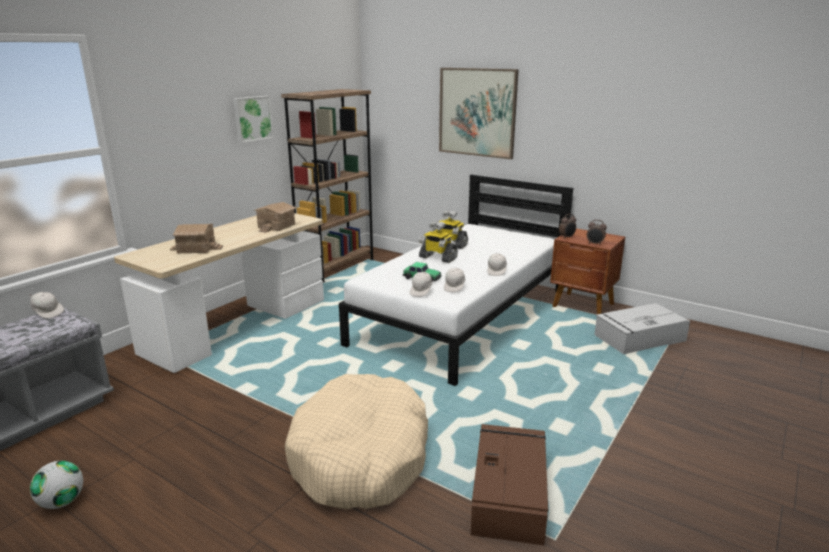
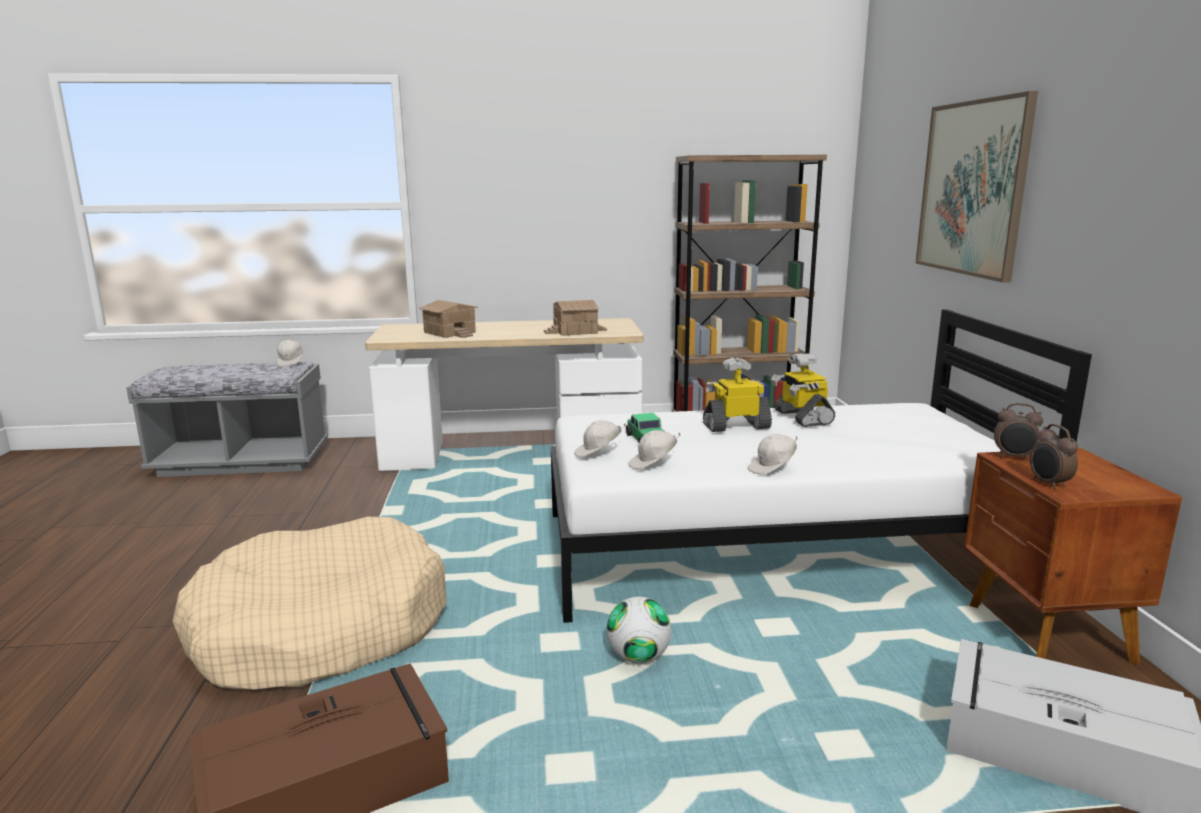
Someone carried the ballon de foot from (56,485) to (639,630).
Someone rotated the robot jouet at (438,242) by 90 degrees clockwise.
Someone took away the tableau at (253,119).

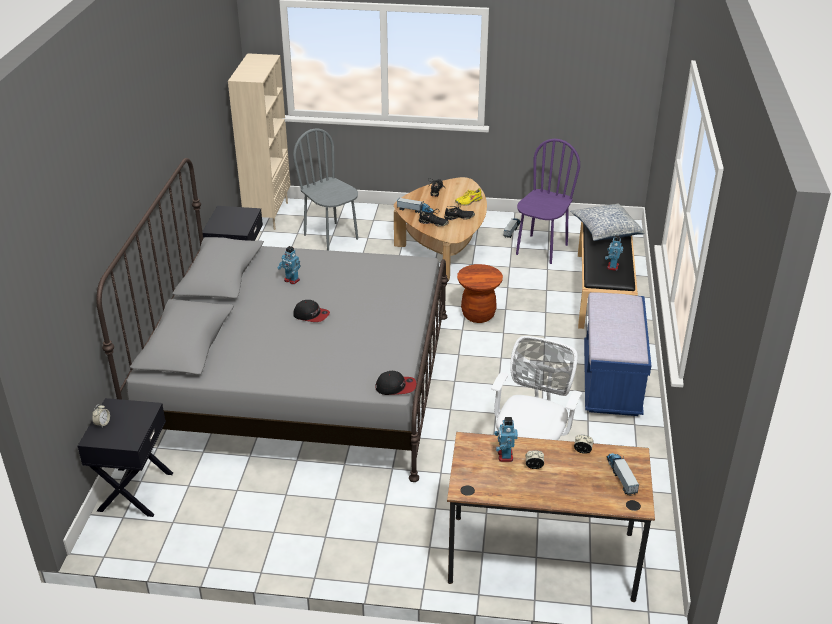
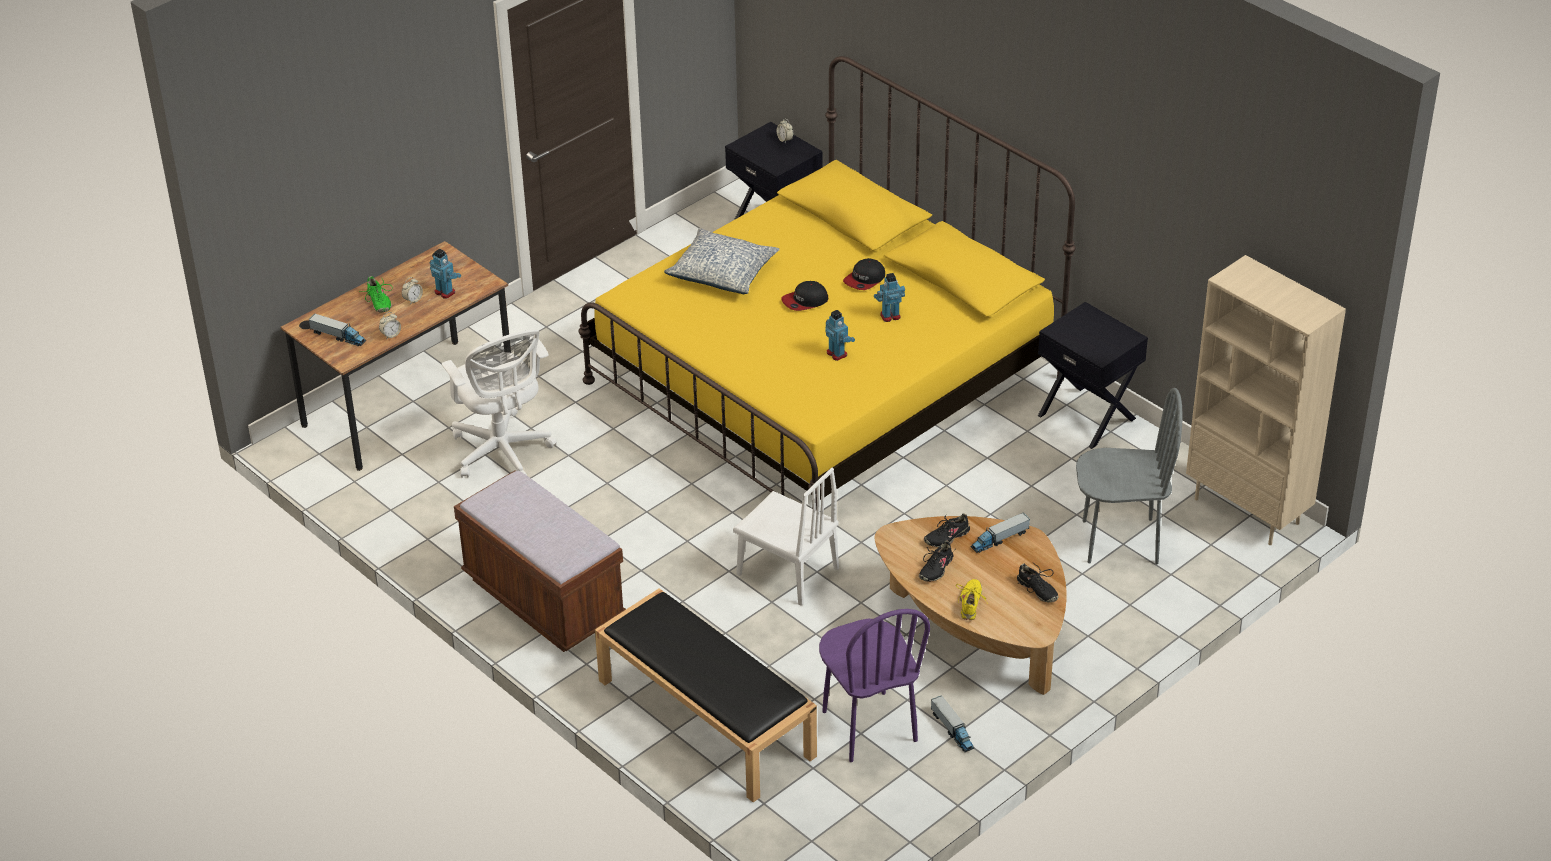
Someone put down the chaussure/vert at (376,294).
Someone repainted the banc/bleu at (617,354), which became the banc/marron at (540,561).
Someone repainted the lit/gris at (272,320), which became the lit/jaune at (827,283).
Someone carried the coussin from (607,222) to (722,261).
Someone swapped the tabouret/marron at (480,293) for the chaise/blanc at (786,537).
Someone carried the robot jouet from (614,253) to (840,335).
Someone carried the casquette from (395,383) to (864,274).

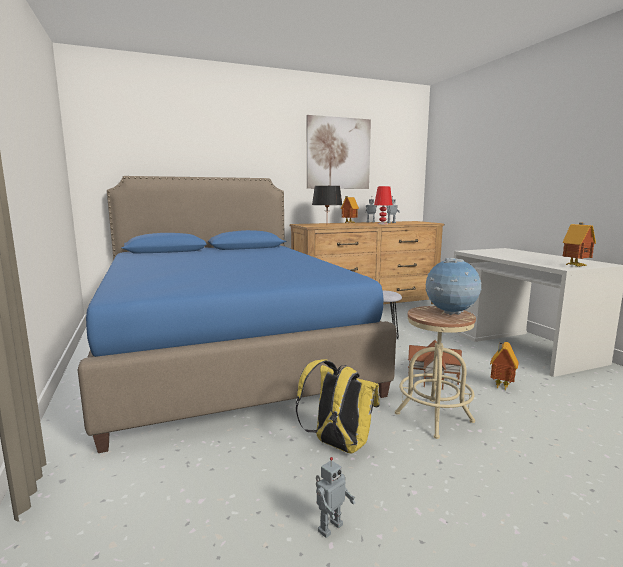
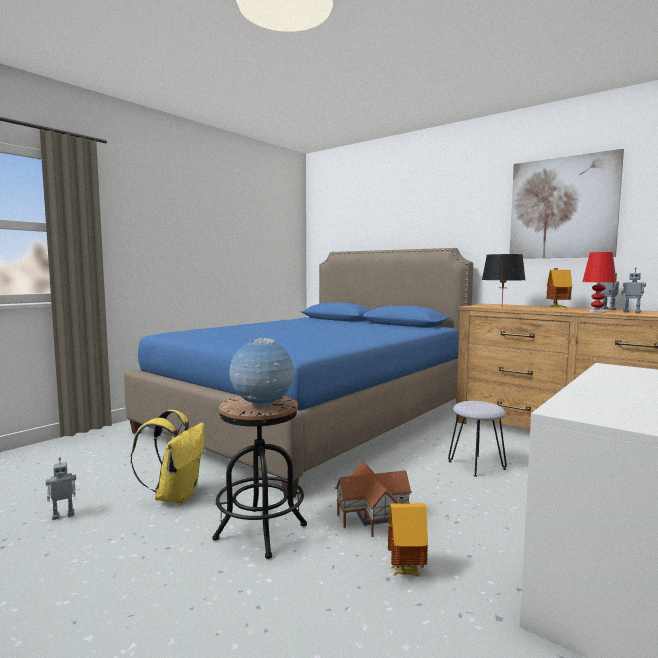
Someone rotated the robot jouet at (335,497) by 45 degrees counterclockwise.
Someone repainted the tabouret/beige at (435,372), which became the tabouret/noir at (260,477).
Someone took away the maison miniature at (579,244).

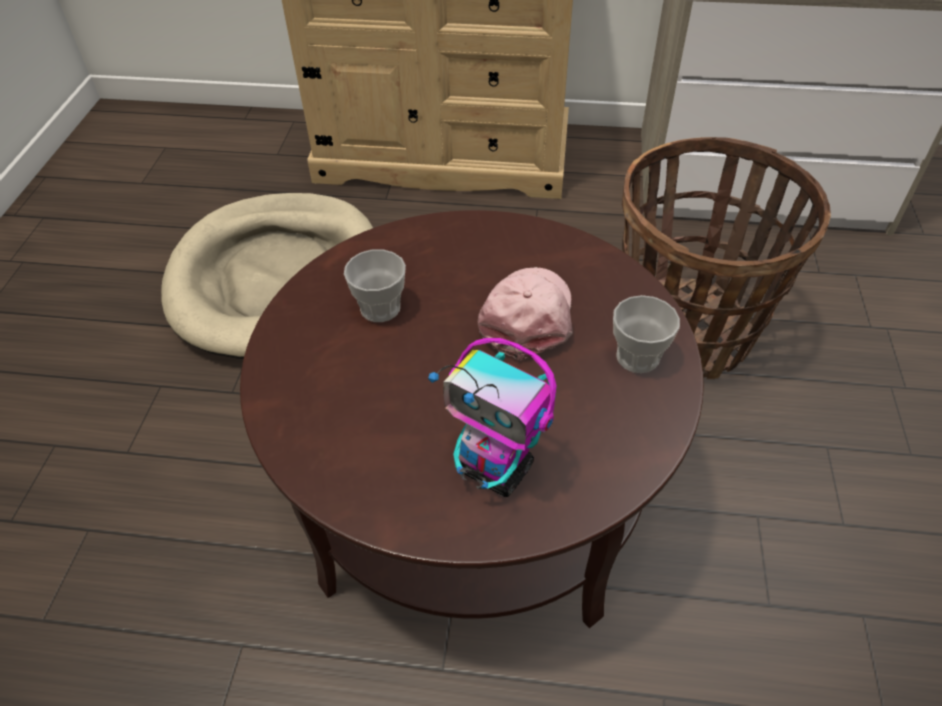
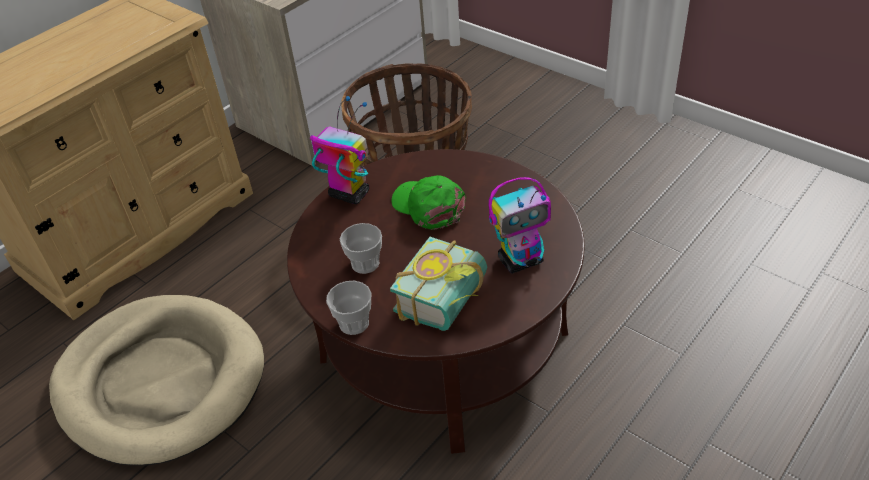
Someone put down the robot jouet at (339,150).
Someone carried the tasse from (646,334) to (348,308).
Someone put down the livre at (438,284).
Someone repainted the casquette/rose at (525,313), which became the casquette/vert at (428,202).

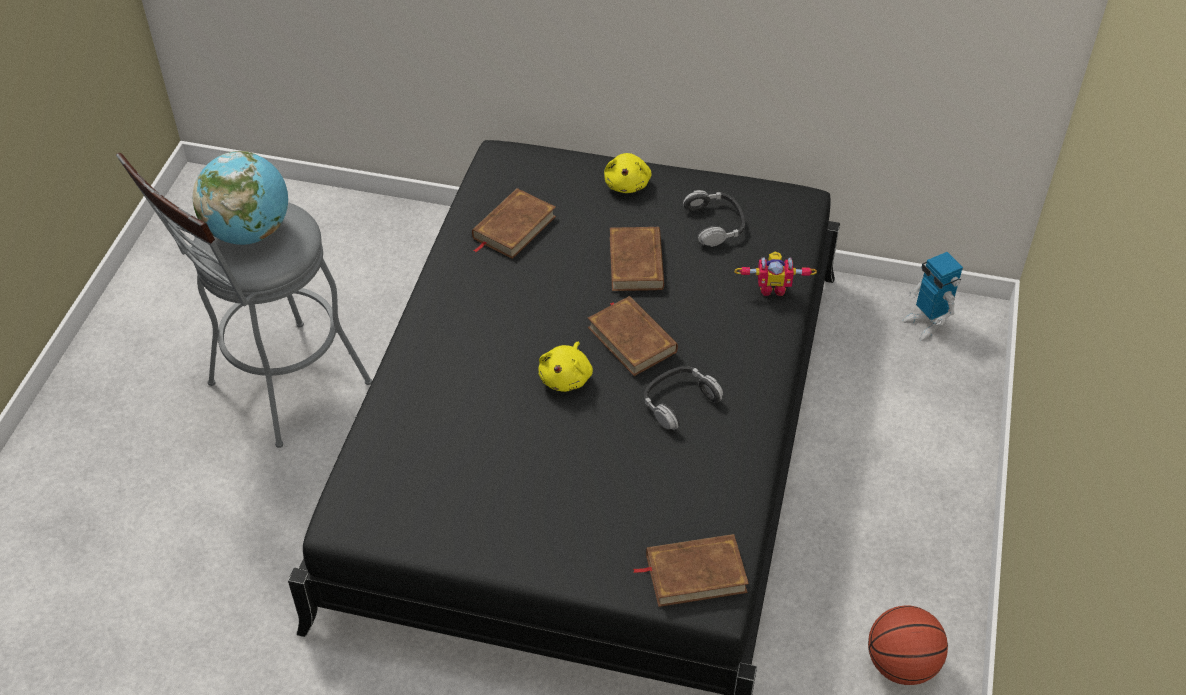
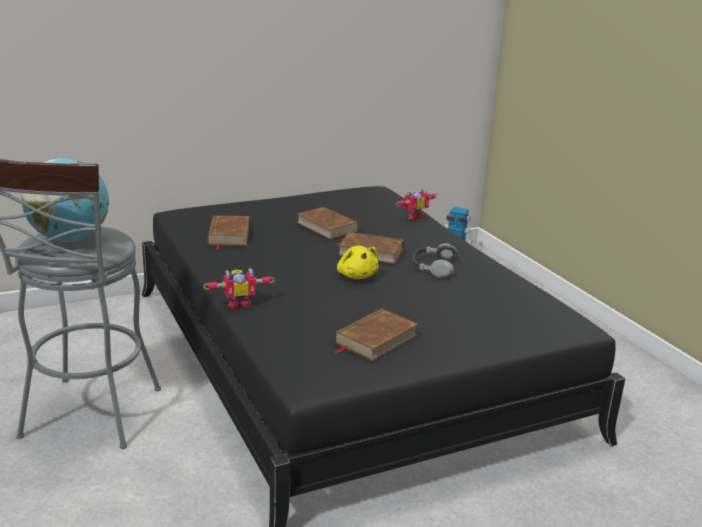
Someone put down the robot jouet at (239,288).
Someone carried the livre/marron from (691,570) to (376,335).
Someone took away the peluche/jaune at (628,173).
Someone took away the casque audio at (714,218).
Someone took away the ballon de basket at (908,645).

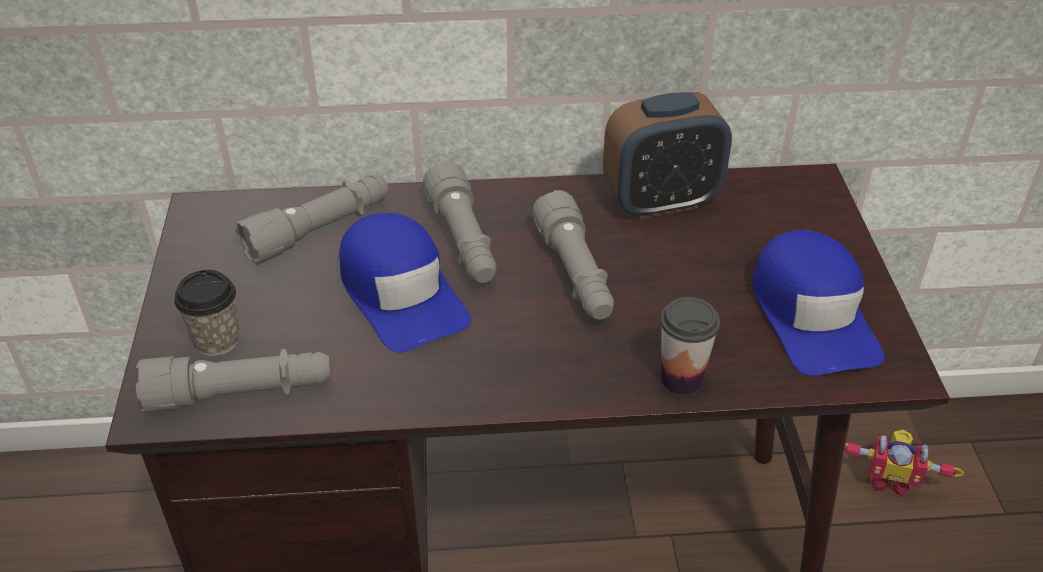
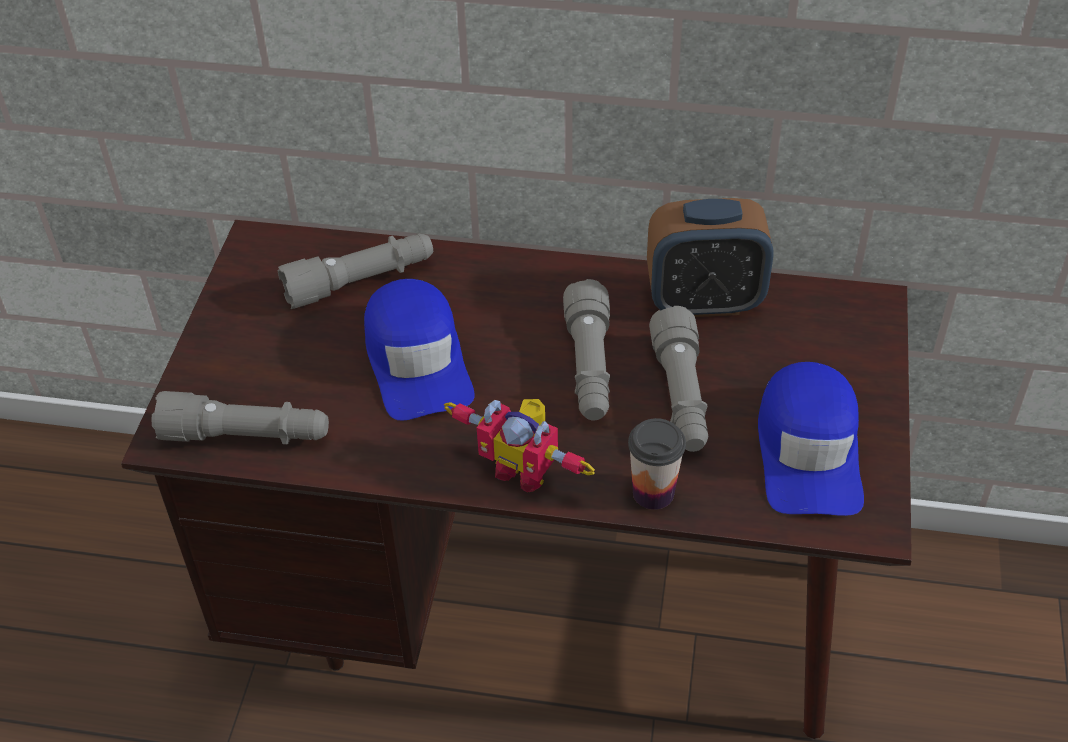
Someone carried the robot jouet from (904,463) to (519,446).
Someone carried the lampe de poche/gris from (460,222) to (678,379).
Someone took away the tasse at (207,313).

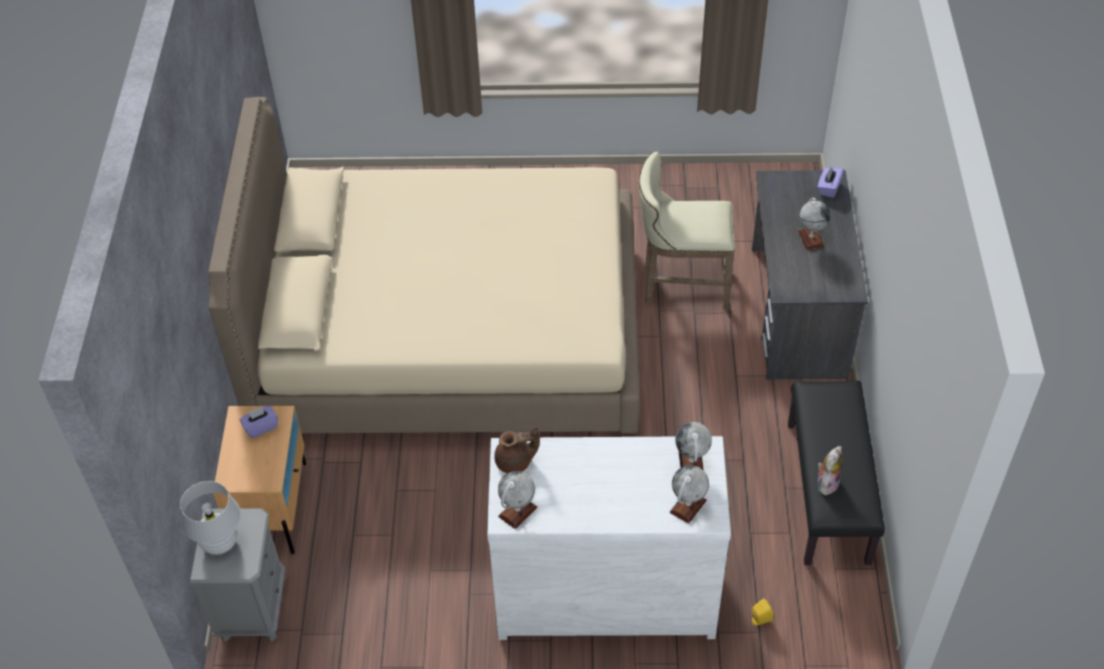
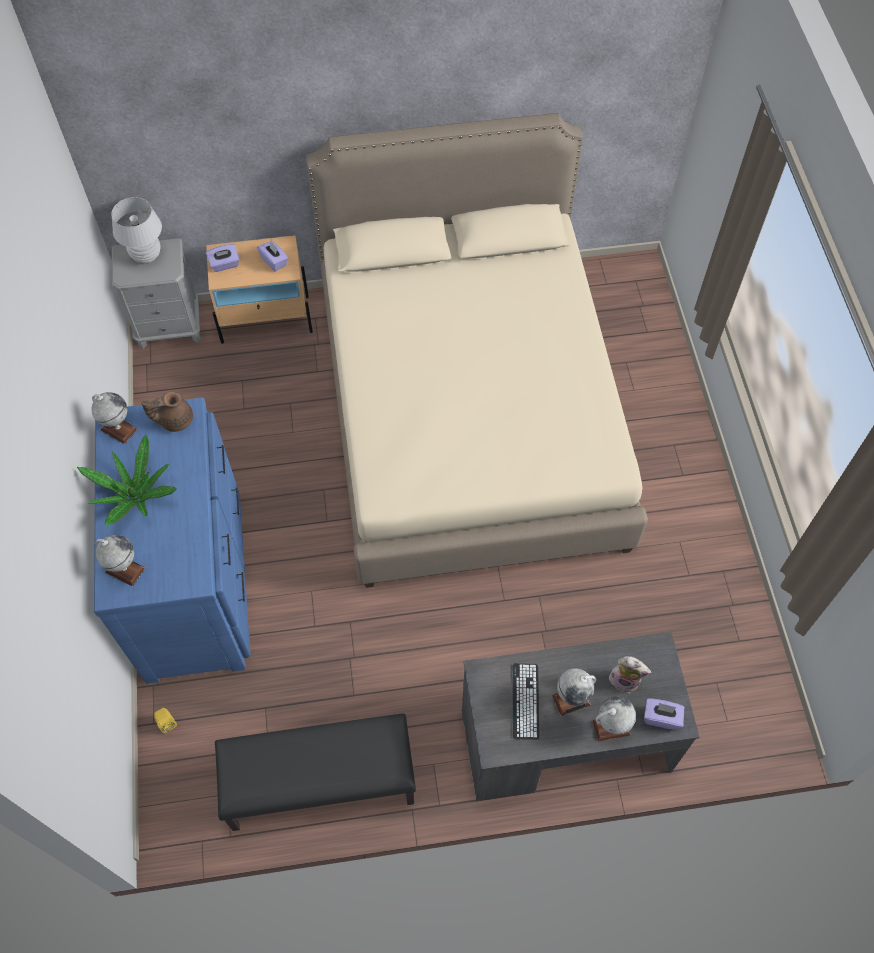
Someone put down the plante en pot at (127,479).
Someone repainted the commode/blanc at (609,538), which became the commode/bleu at (172,540).
Someone rotated the théière/marron at (517,450) by 90 degrees clockwise.
Someone put down the boîte à mouchoirs/violet at (223,258).
Someone put down the clavier at (526,701).
Someone carried the globe from (693,446) to (614,719).
Someone carried the peluche from (830,470) to (630,674).
Someone took away the tabouret/beige at (686,230).

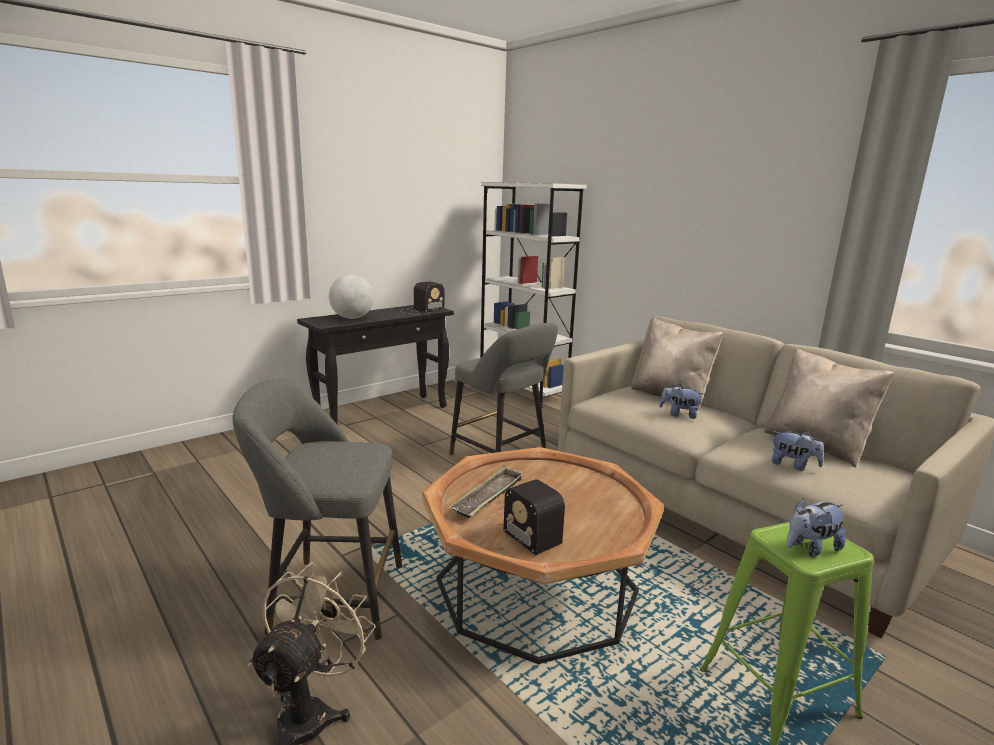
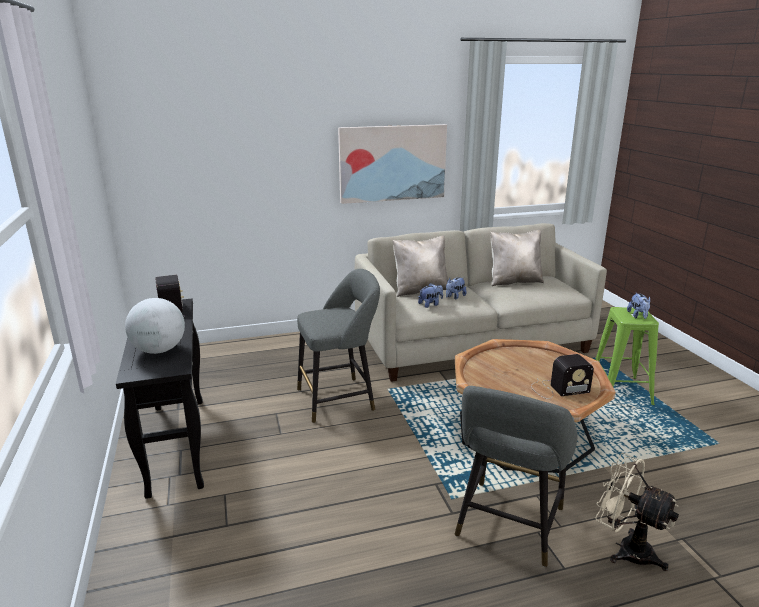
Someone put up the tableau at (392,164).
Someone carried the peluche from (798,451) to (430,295).
Someone took away the plateau at (486,492).
Someone took away the bibliothèque/blanc at (533,295).

